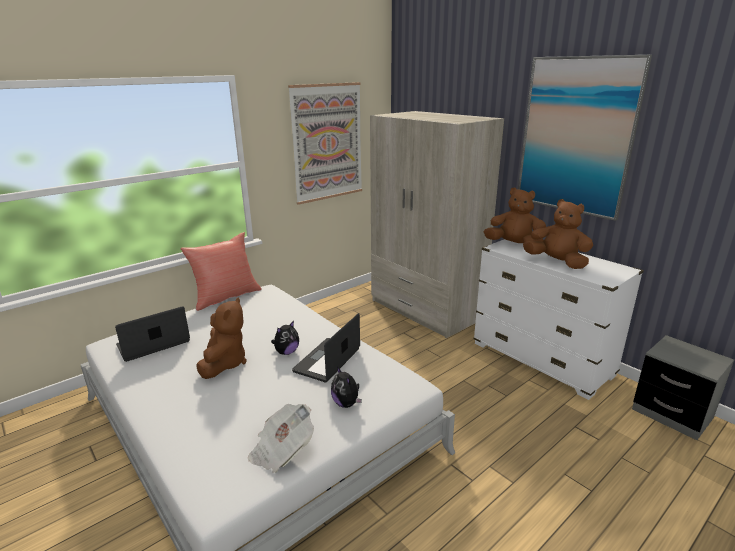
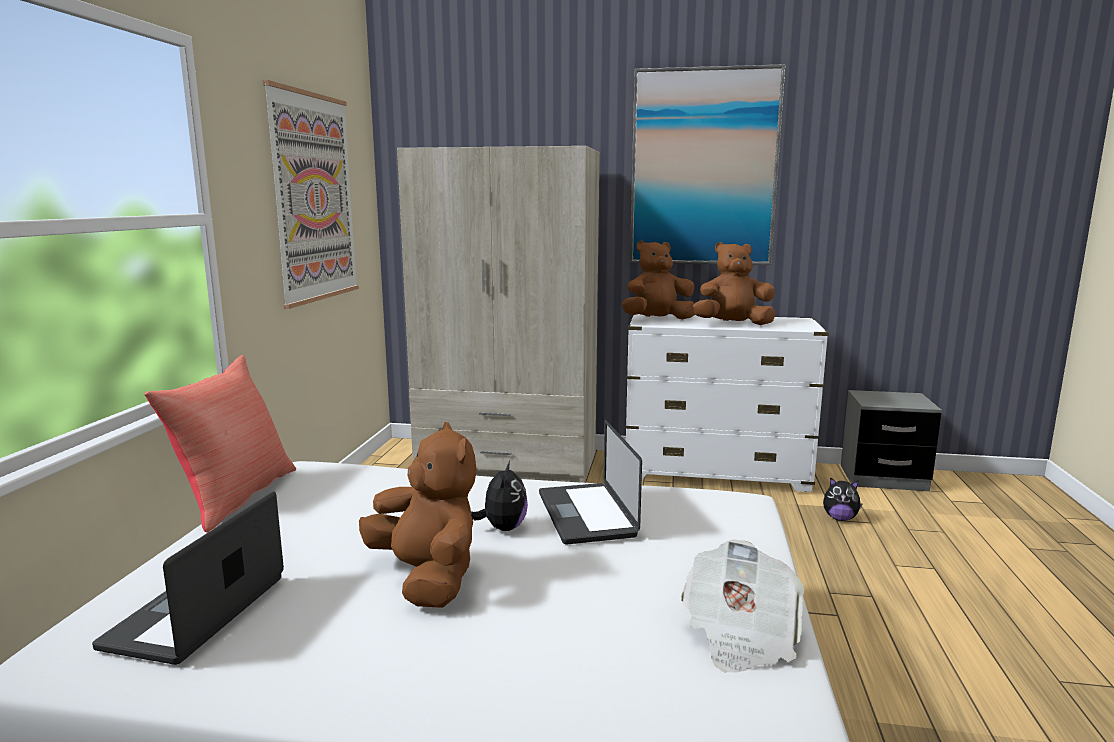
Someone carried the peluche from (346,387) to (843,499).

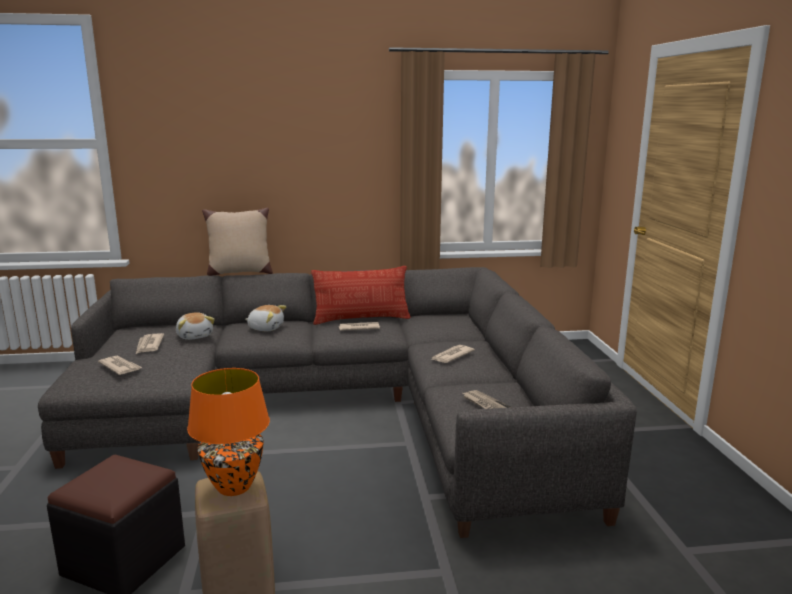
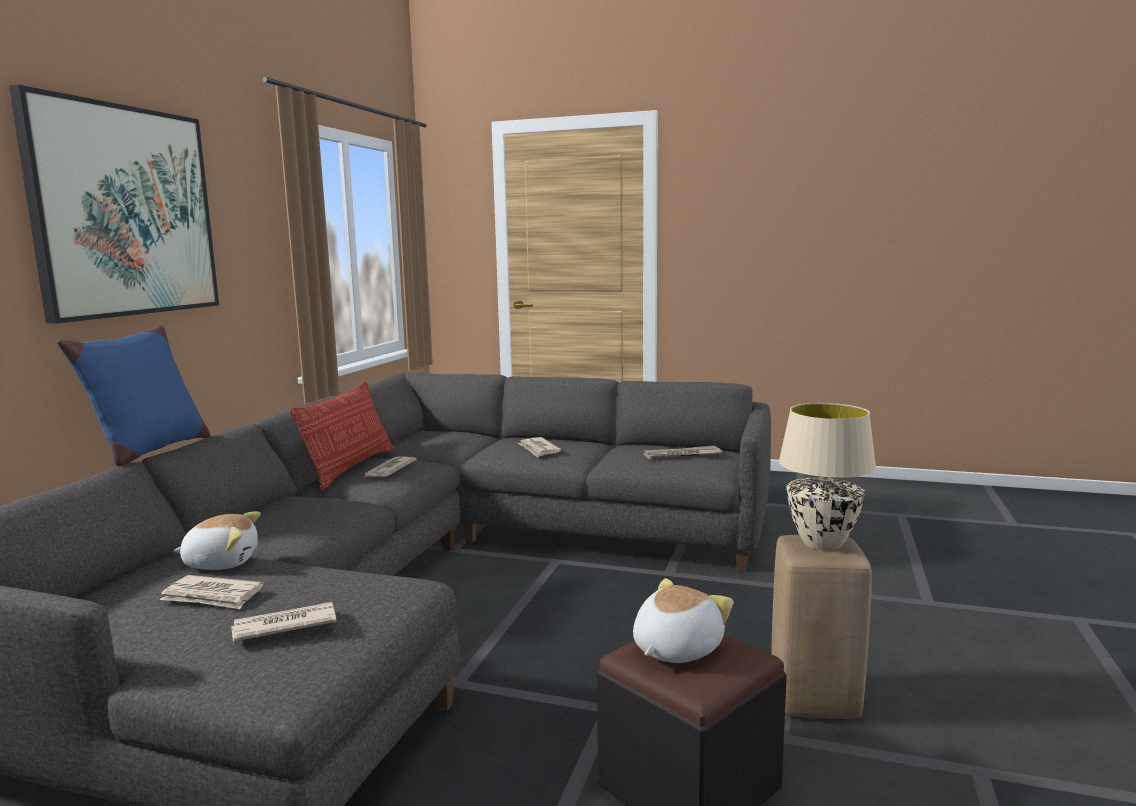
Someone put up the tableau at (114,204).
Someone repainted the coussin/beige at (237,242), which became the coussin/bleu at (133,395).
Someone carried the peluche from (266,318) to (683,620).
Someone repainted the lampe de table/orange at (228,432), which became the lampe de table/beige at (827,476).

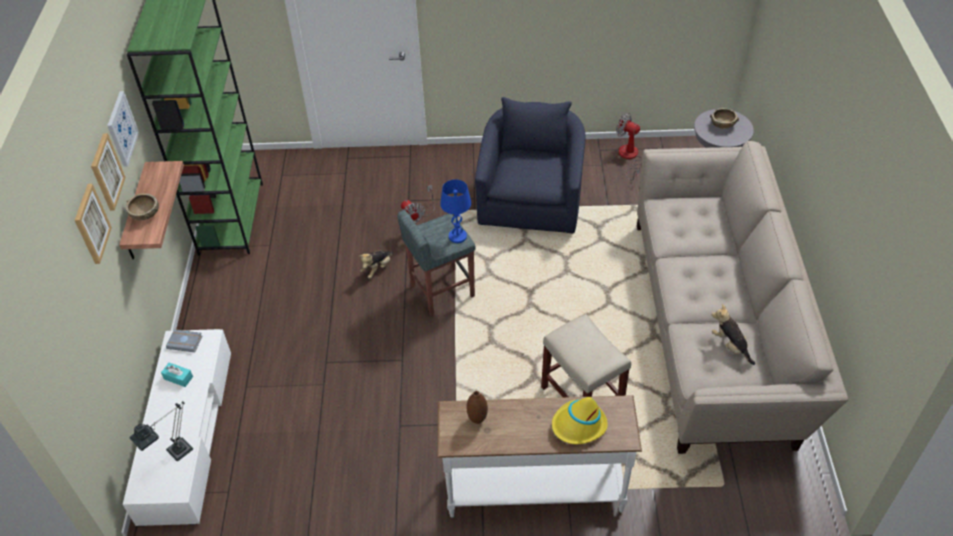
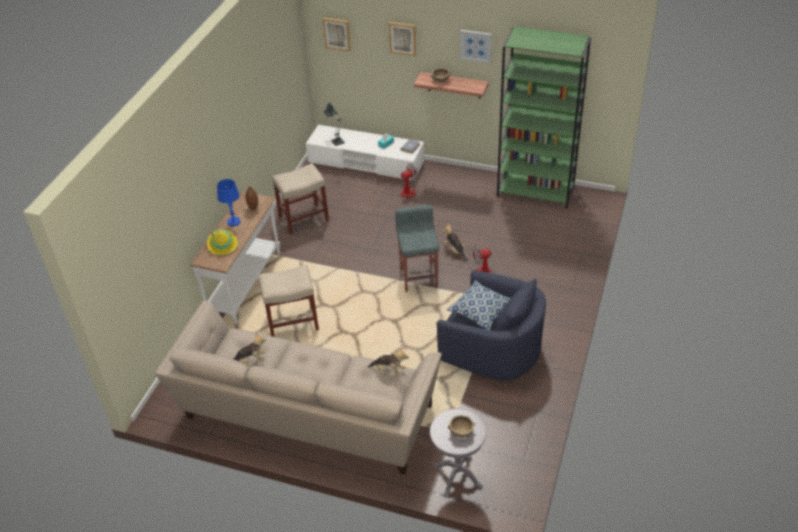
Someone carried the lampe de table/bleu from (455,211) to (228,202).
Someone put down the tabouret/beige at (300,198).
Someone carried the tableau from (108,172) to (336,34).
Someone put down the peluche at (388,362).
Someone carried the ventilateur from (629,147) to (396,180).
Someone put down the coussin at (478,305).

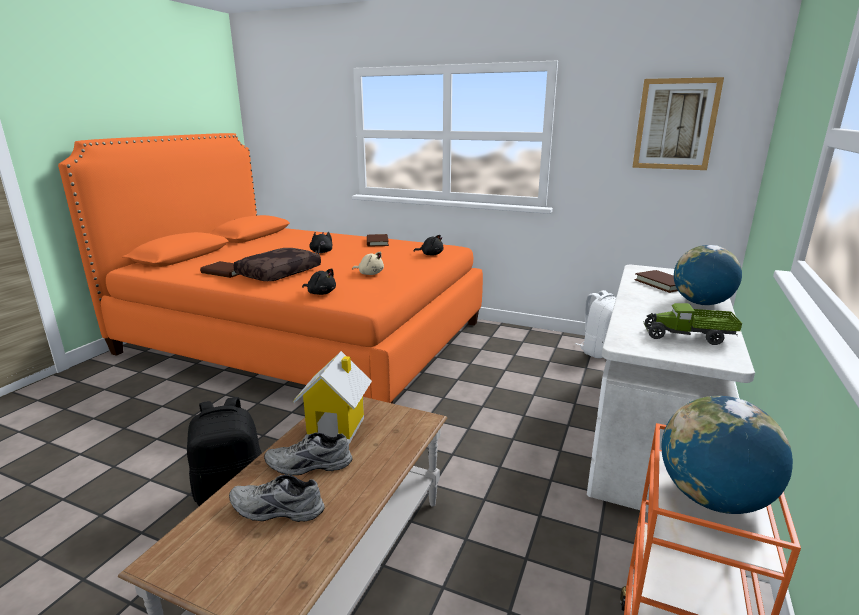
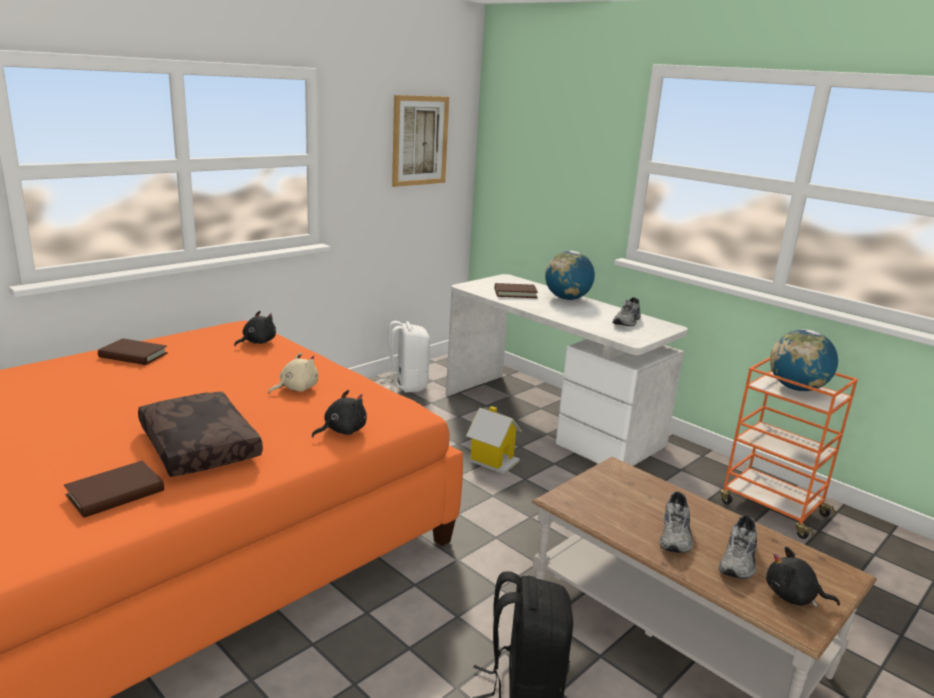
Someone carried the maison miniature from (332,397) to (494,440).
Someone swapped the camion jouet at (692,324) for the chaussure/gris at (627,311).
Someone carried the peluche/noir from (321,243) to (803,576).

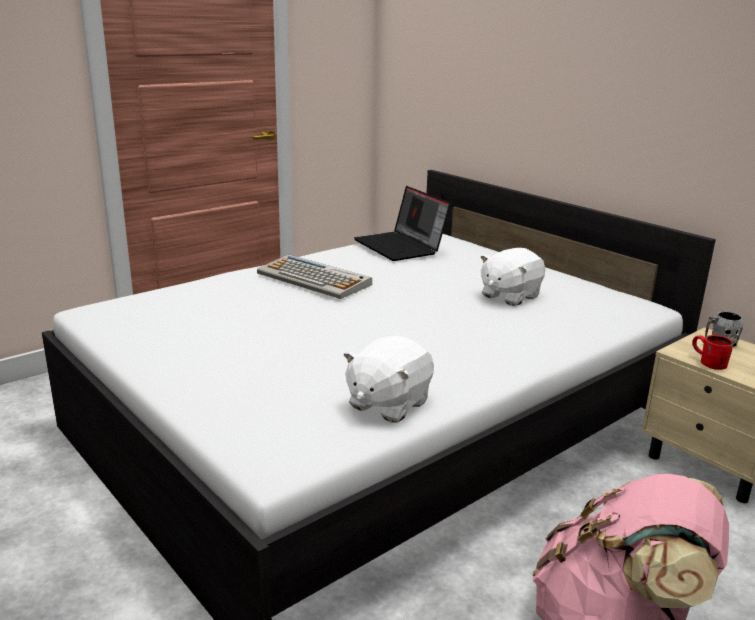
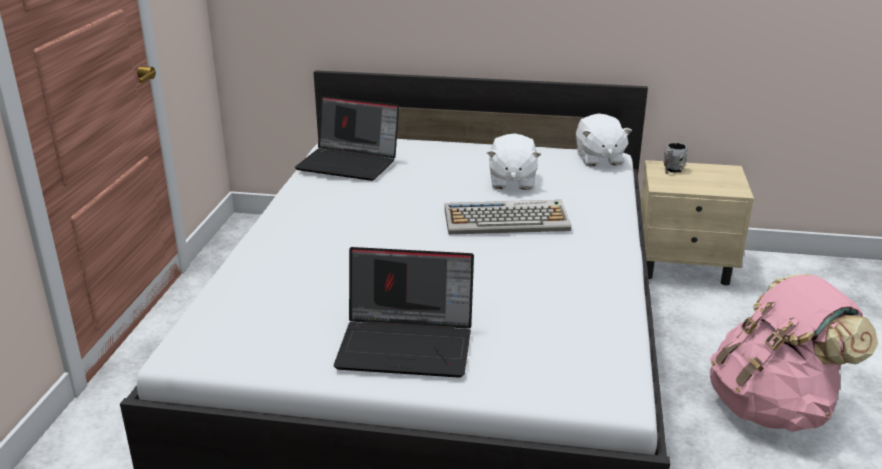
Someone put down the ordinateur portable at (404,312).
Someone carried the clavier from (314,277) to (508,217).
Someone carried the peluche/blanc from (388,379) to (604,139).
Someone took away the mug/rouge at (712,352).

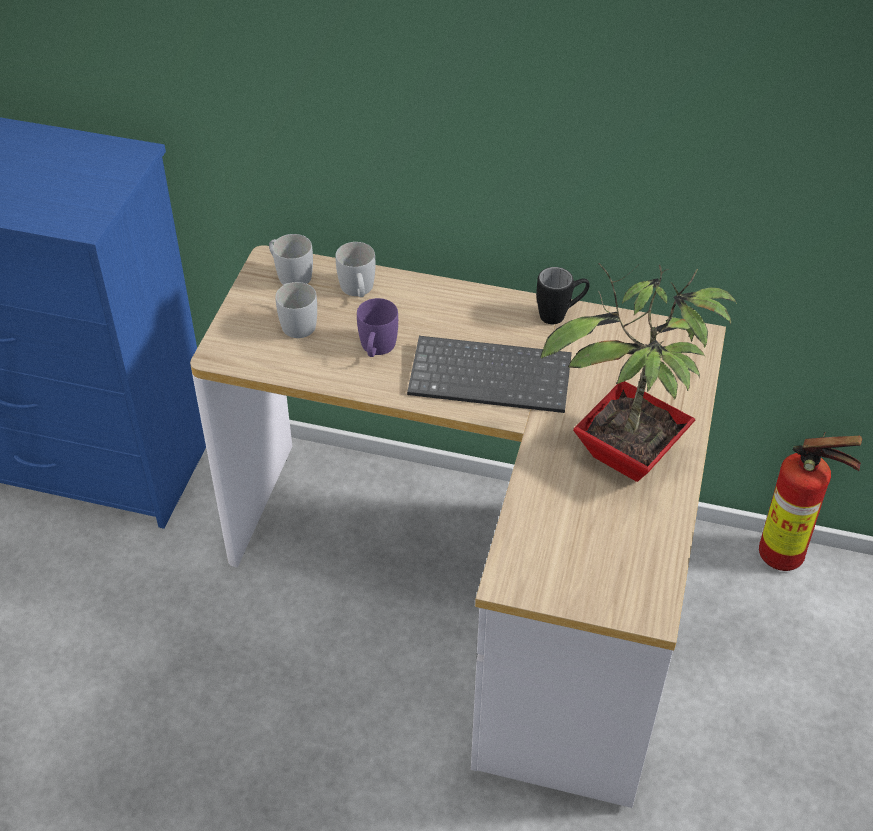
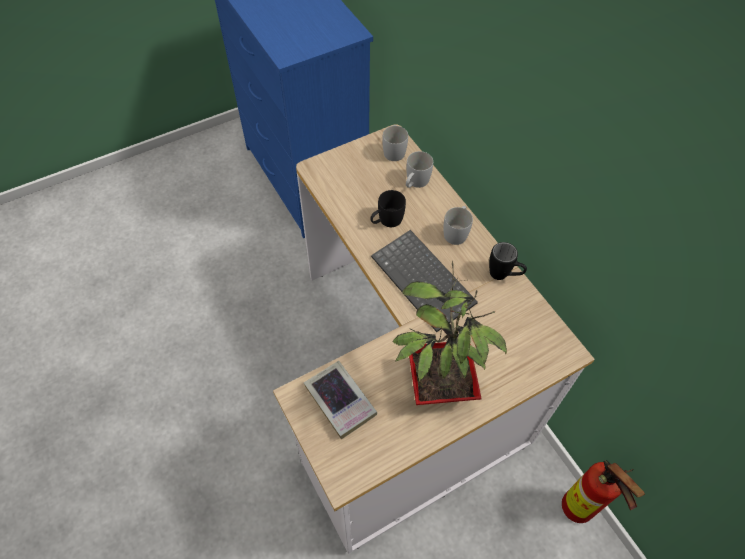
Someone put down the livre at (340,400).
Someone repainted the mug/violet at (377,327), which became the mug/noir at (388,208).
Someone carried the mug/blanc from (296,310) to (458,225).

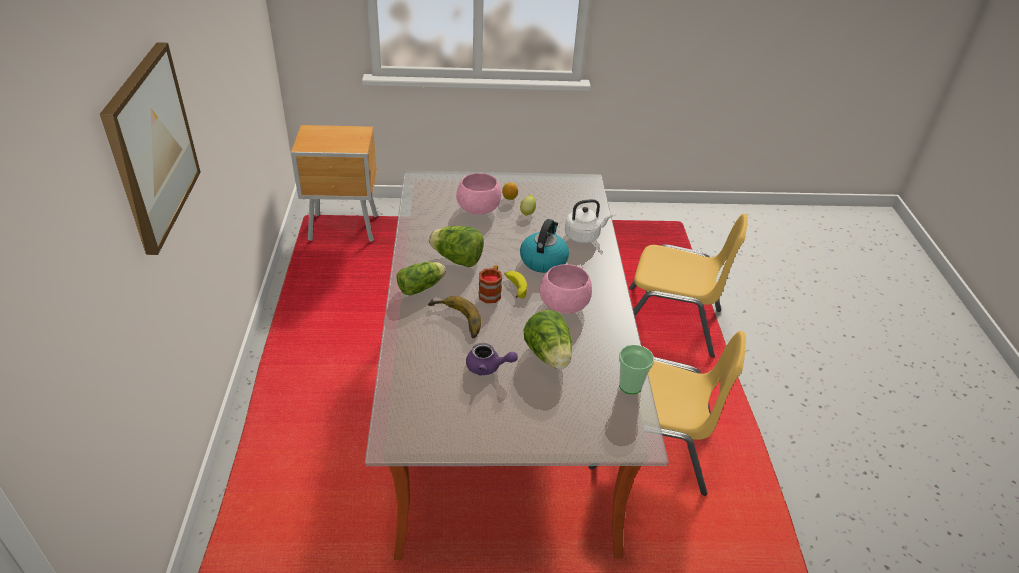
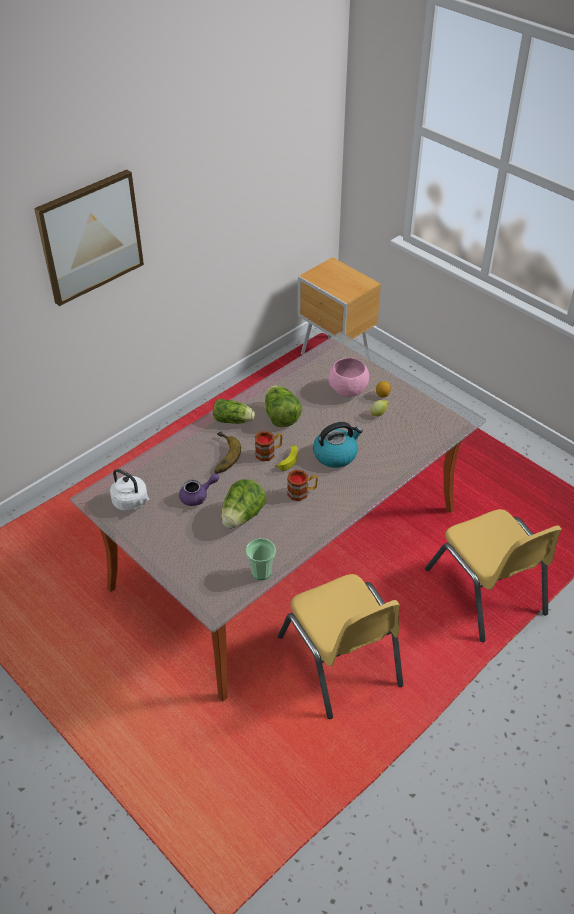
Someone carried the bouilloire/blanc from (589,221) to (130,490).
Someone rotated the théière/violet at (492,359) by 90 degrees counterclockwise.
Someone swapped the bol/rose at (566,288) for the mug at (302,485).

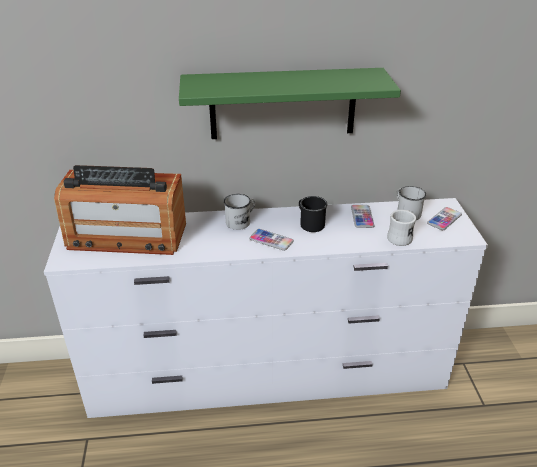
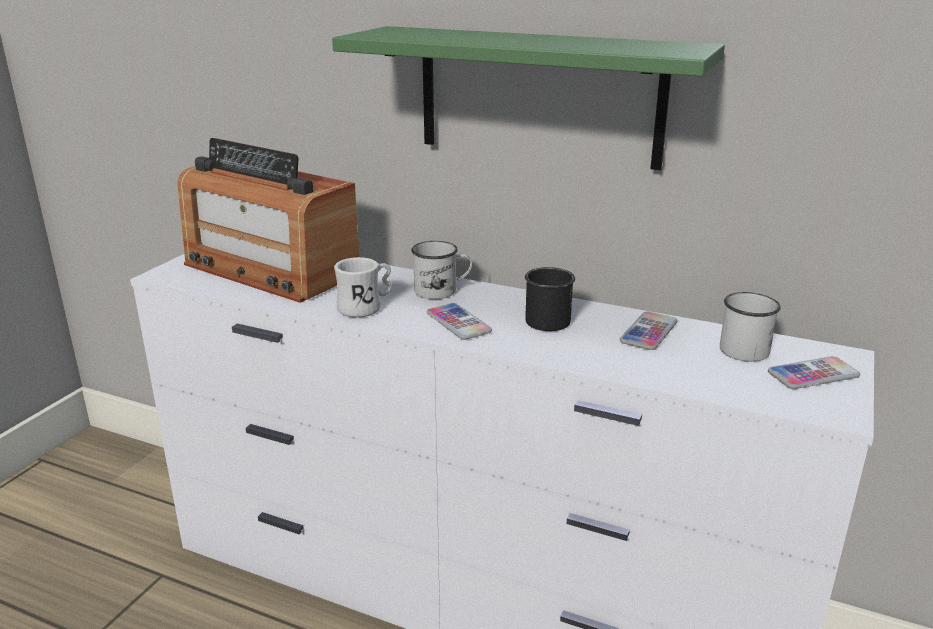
Someone carried the mug/blanc from (401,228) to (363,287).

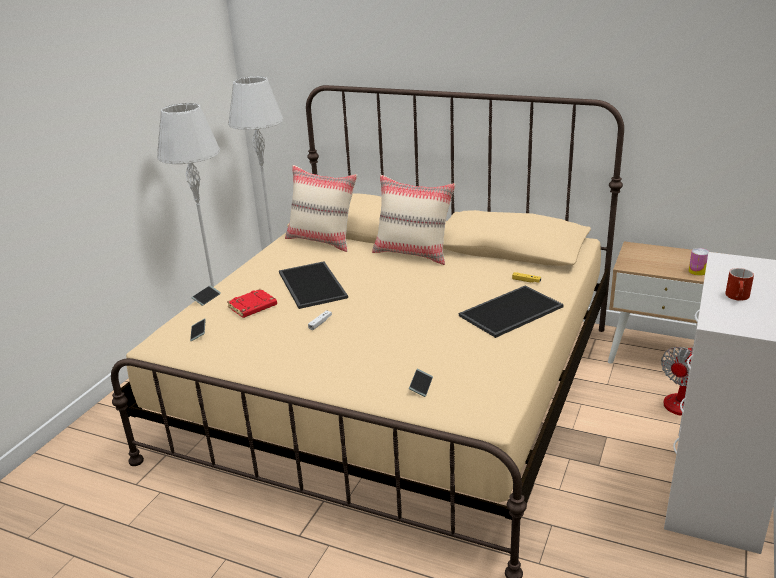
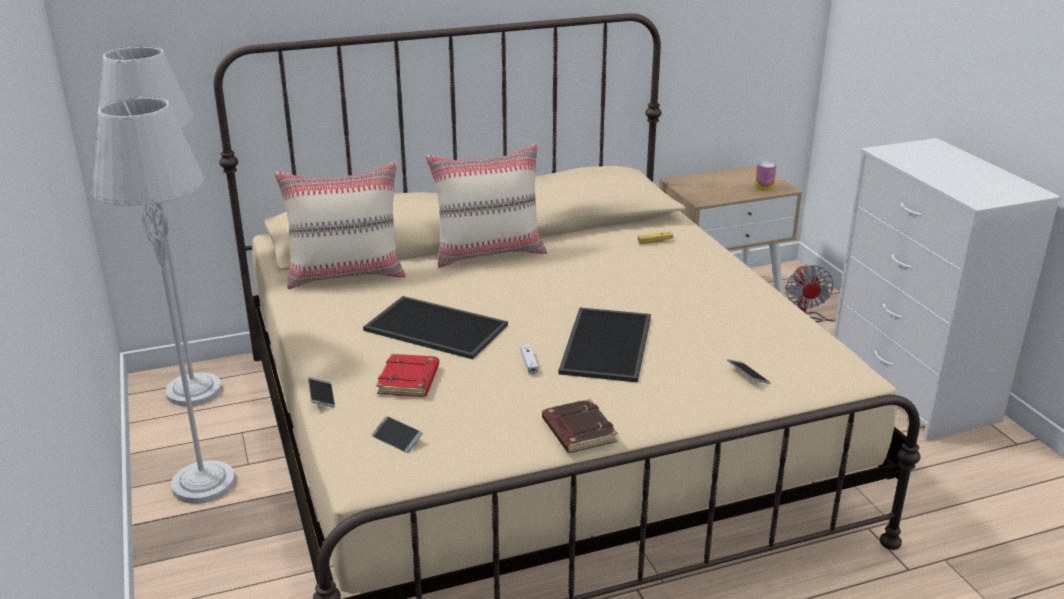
Someone put down the livre/marron at (580,426).
Someone carried the plateau from (511,311) to (605,345).
Someone took away the mug/rouge at (739,284).

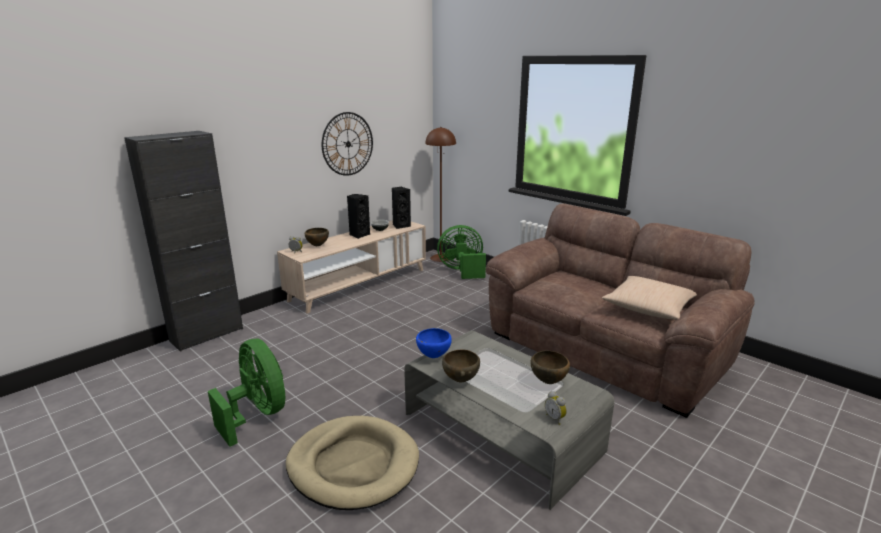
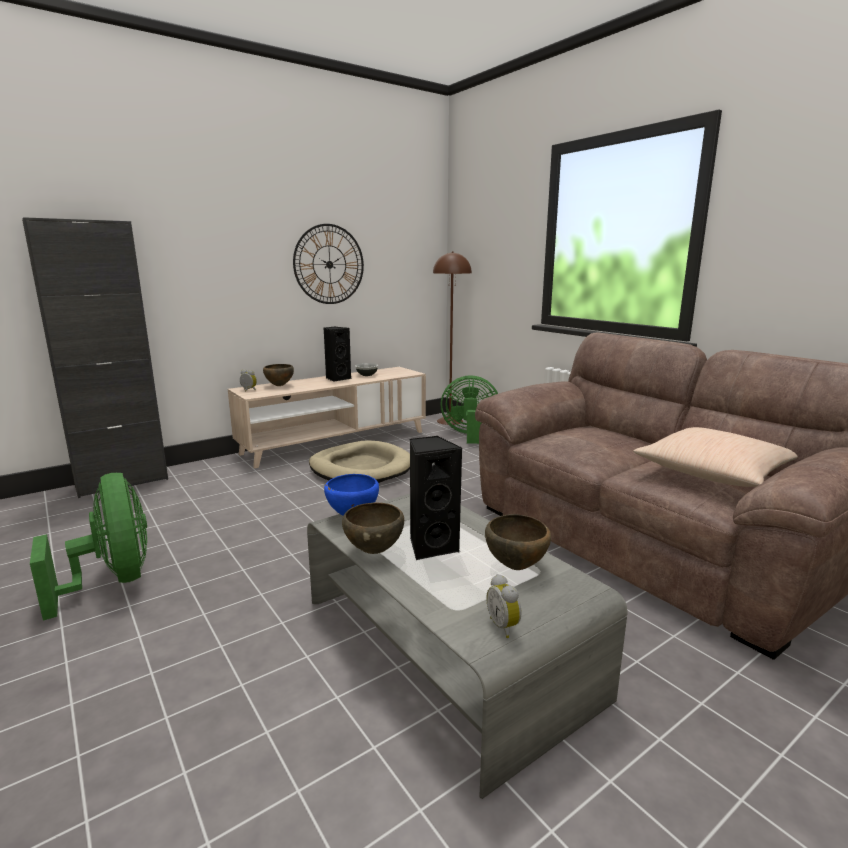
Someone carried the panier pour chien/beige from (352,463) to (359,461).
Someone carried the enceinte/noir from (401,208) to (435,498).

